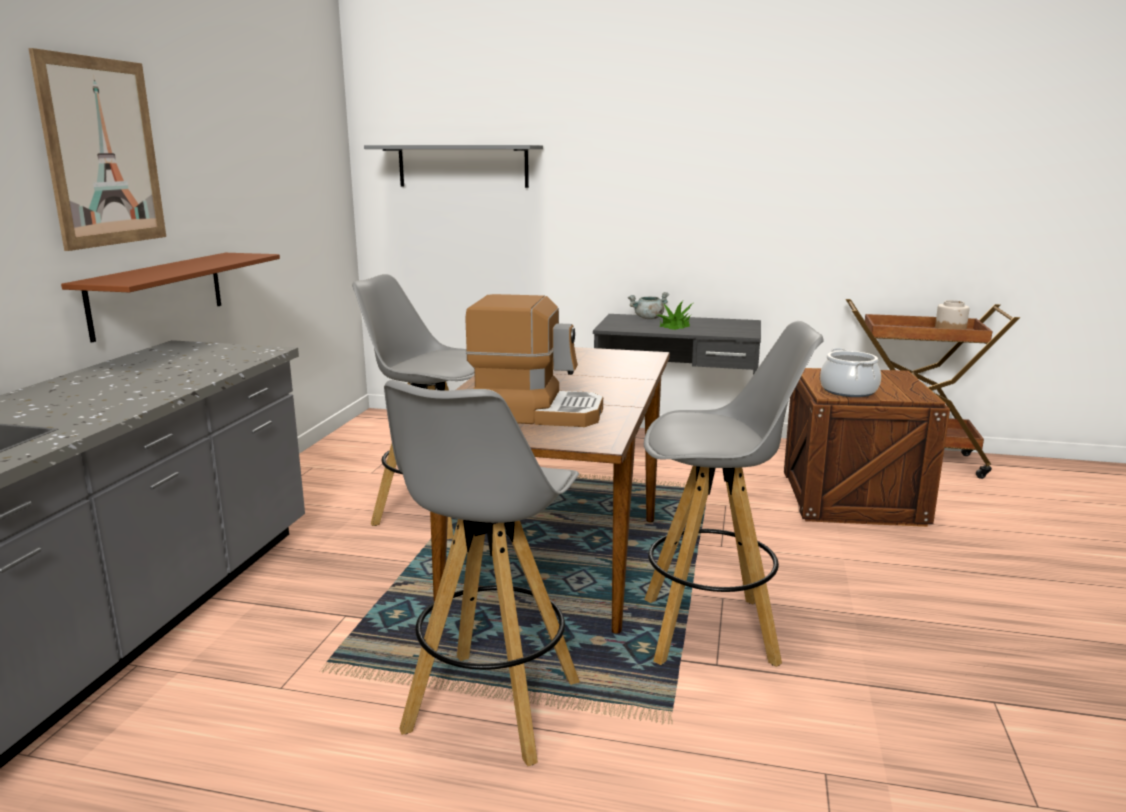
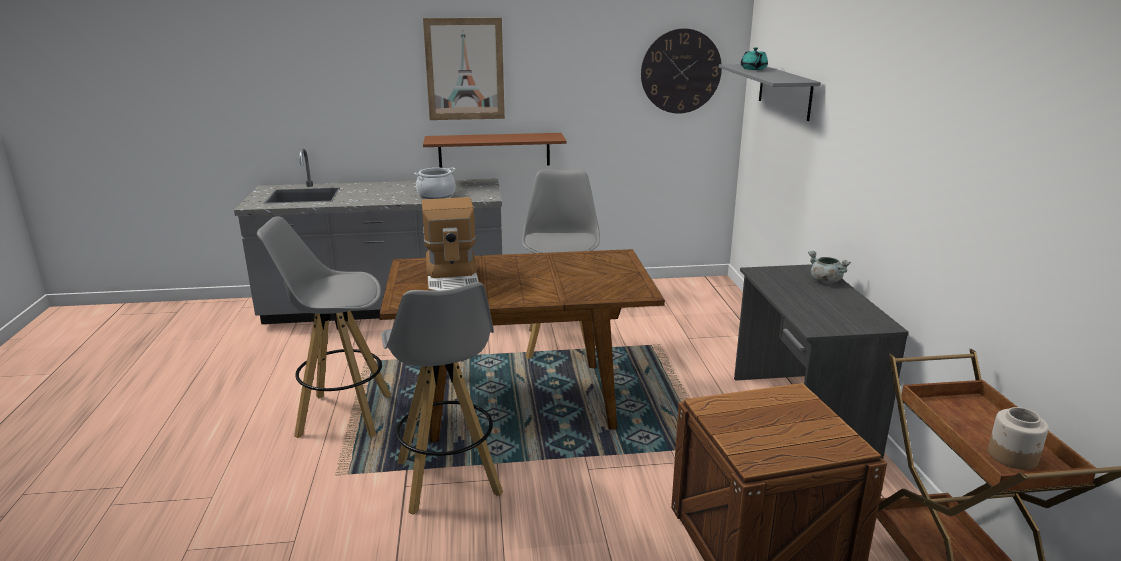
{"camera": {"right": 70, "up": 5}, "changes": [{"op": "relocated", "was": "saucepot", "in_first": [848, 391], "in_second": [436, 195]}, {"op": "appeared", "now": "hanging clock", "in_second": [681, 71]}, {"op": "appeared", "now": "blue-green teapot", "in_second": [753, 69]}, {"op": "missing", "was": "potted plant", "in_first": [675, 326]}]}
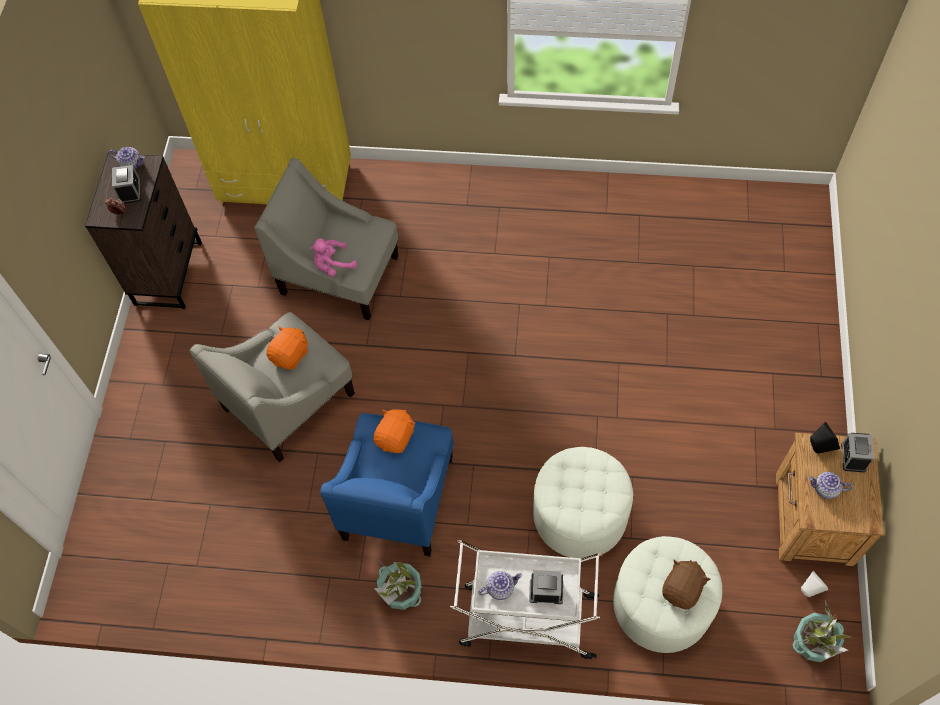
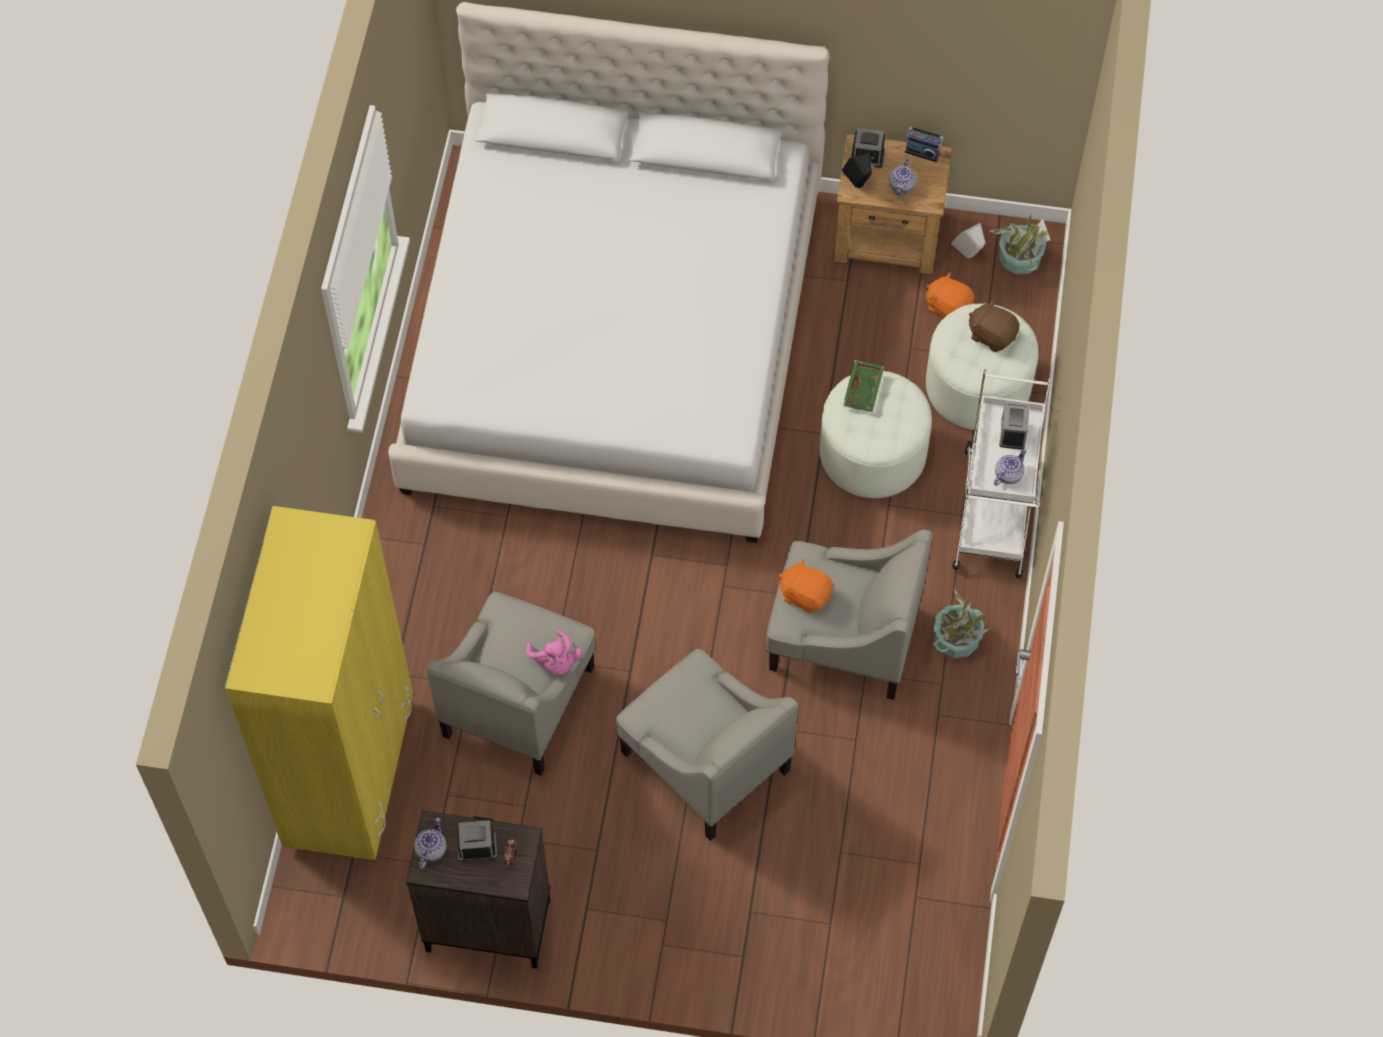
{"camera": {"right": -90, "up": 0}, "changes": [{"op": "appeared", "now": "white bed", "in_second": [613, 340]}, {"op": "colour", "was": "blue-coloured armchair", "now": "gray armchair", "in_first": [398, 497], "in_second": [842, 639]}, {"op": "appeared", "now": "green carrying tray", "in_second": [864, 390]}, {"op": "appeared", "now": "radio set", "in_second": [922, 151]}, {"op": "relocated", "was": "orange cuddly toy", "in_first": [290, 355], "in_second": [948, 307]}, {"op": "spun", "was": "teapot", "in_first": [500, 588], "in_second": [1008, 474], "clockwise": 60}]}
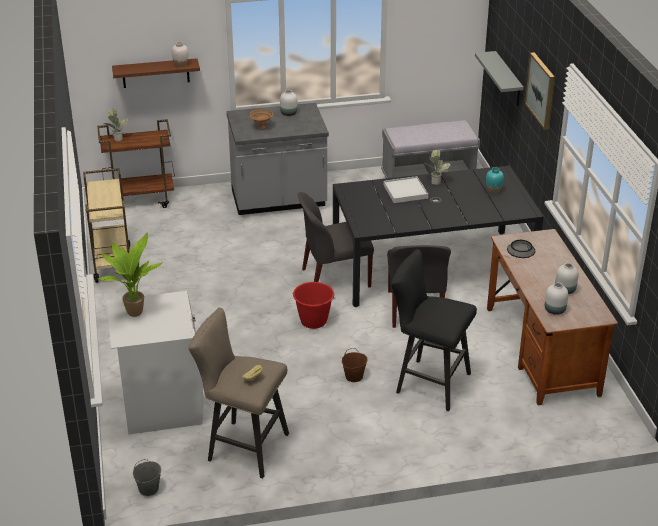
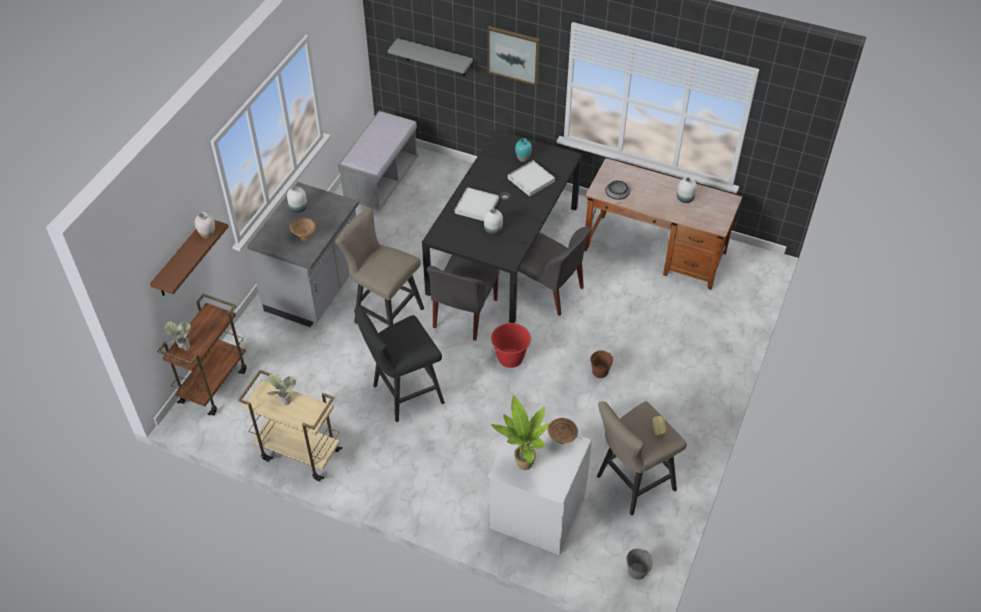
{"camera": {"right": -55, "up": 15}, "changes": [{"op": "relocated", "was": "potted plant", "in_first": [435, 181], "in_second": [283, 399]}, {"op": "appeared", "now": "sand-coloured stool", "in_second": [384, 314]}, {"op": "relocated", "was": "black stool", "in_first": [428, 382], "in_second": [403, 395]}, {"op": "relocated", "was": "white vase", "in_first": [554, 310], "in_second": [493, 230]}, {"op": "appeared", "now": "white carrying tray", "in_second": [531, 180]}, {"op": "appeared", "now": "brownish deep dish", "in_second": [562, 440]}]}
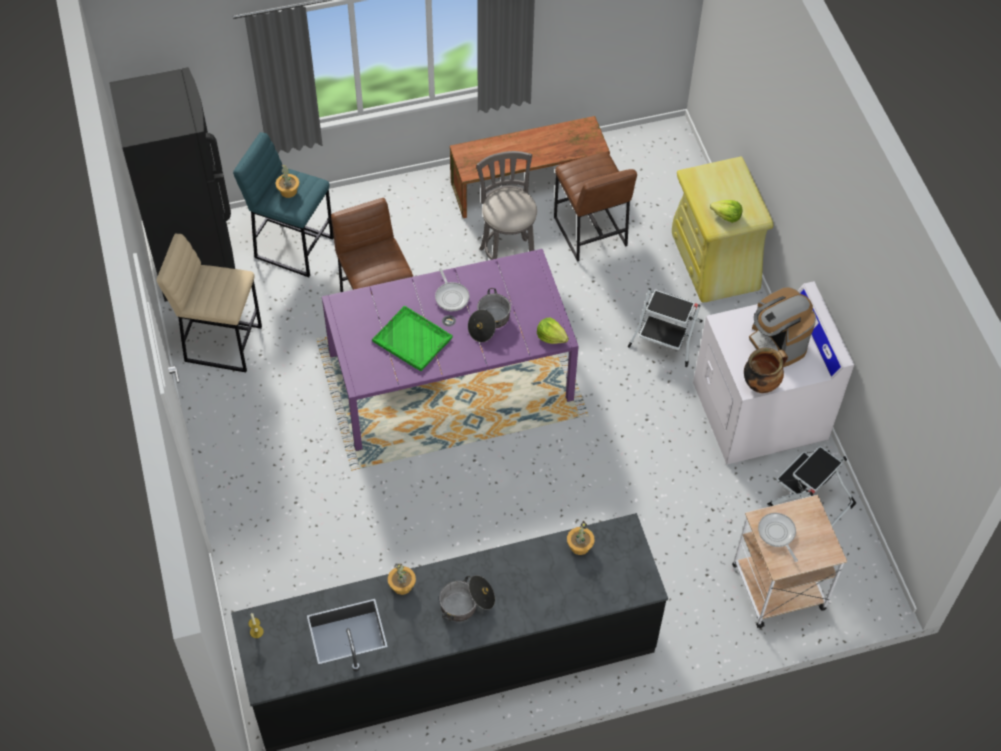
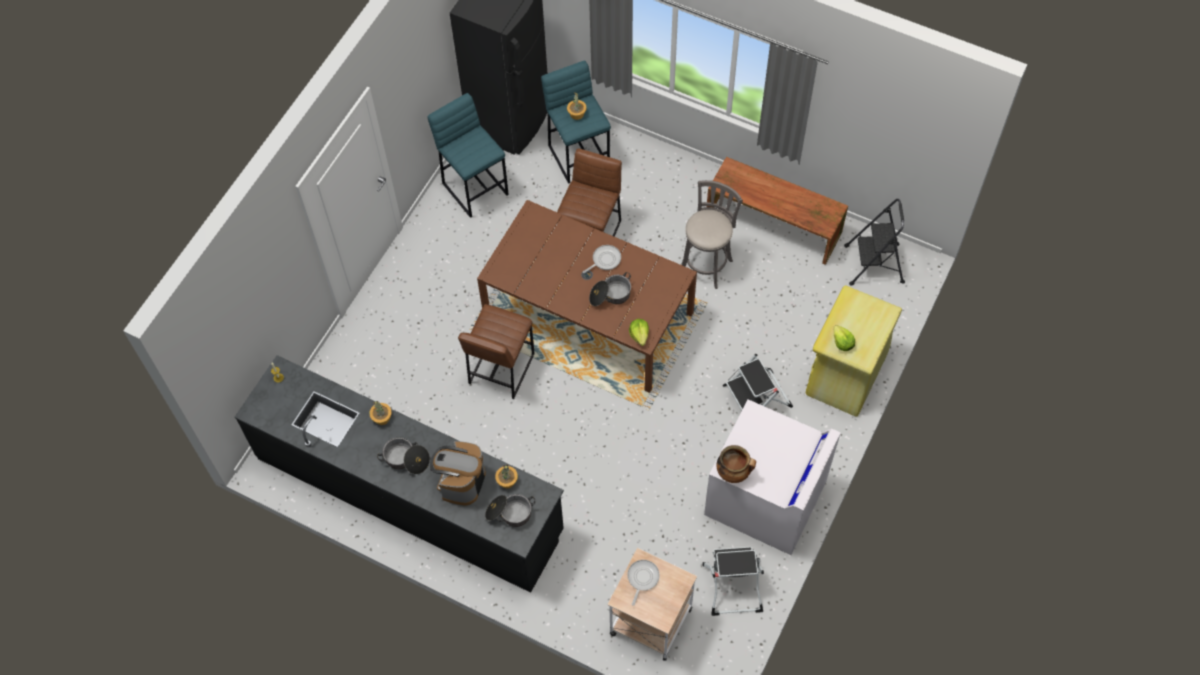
{"camera": {"right": 45, "up": 5}, "changes": [{"op": "colour", "was": "sand-coloured stool", "now": "blue-green stool", "in_first": [221, 343], "in_second": [474, 188]}, {"op": "relocated", "was": "coffee machine", "in_first": [777, 344], "in_second": [461, 482]}, {"op": "relocated", "was": "brownish plain chair", "in_first": [590, 232], "in_second": [501, 369]}, {"op": "colour", "was": "purple dinner table", "now": "brownish dinner table", "in_first": [450, 376], "in_second": [588, 315]}, {"op": "appeared", "now": "saucepot", "in_second": [509, 513]}, {"op": "spun", "was": "frying pan", "in_first": [451, 296], "in_second": [605, 260], "clockwise": -150}, {"op": "appeared", "now": "black step ladder", "in_second": [876, 263]}, {"op": "missing", "was": "green carrying tray", "in_first": [413, 340]}]}
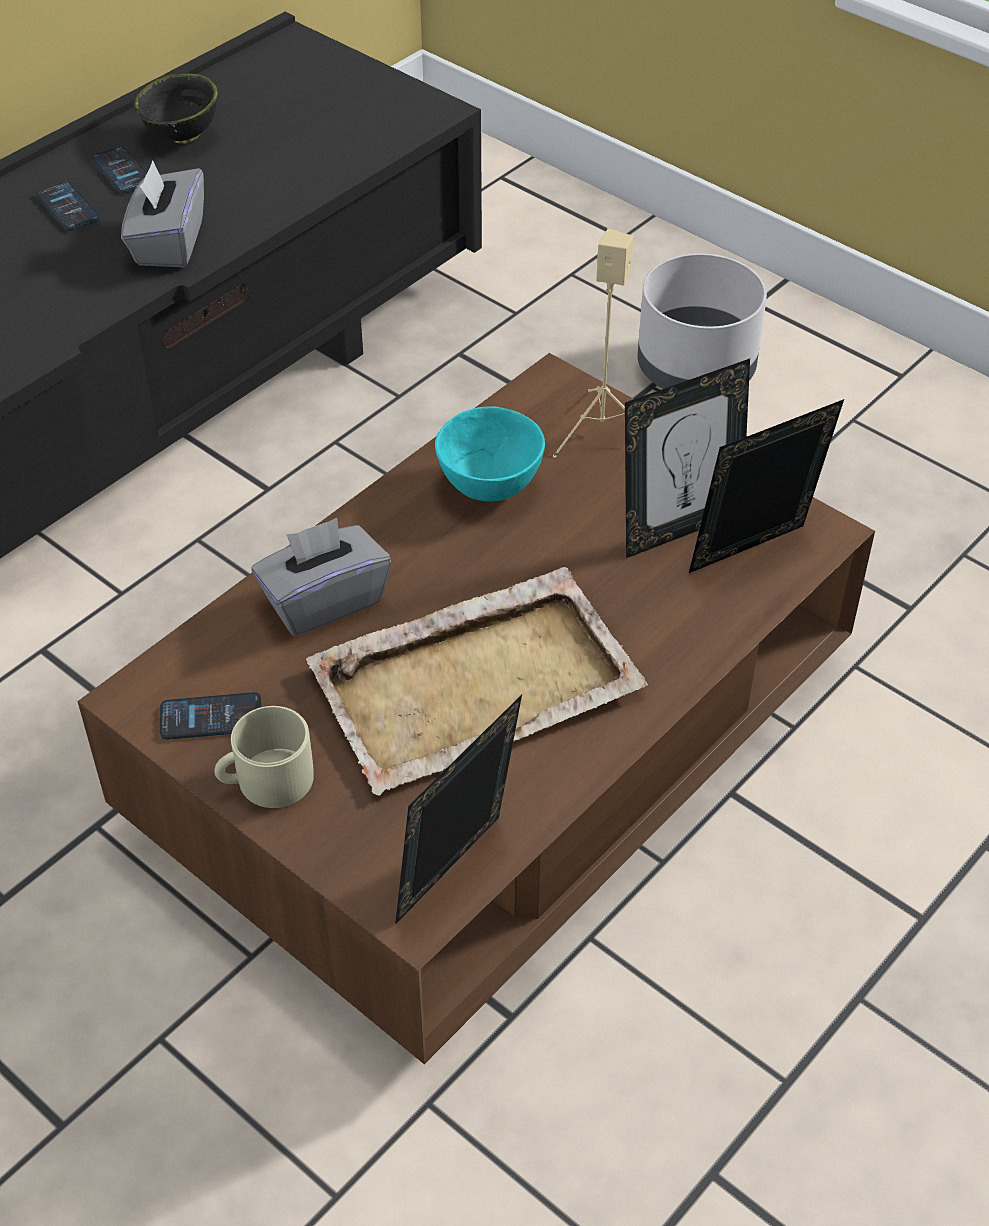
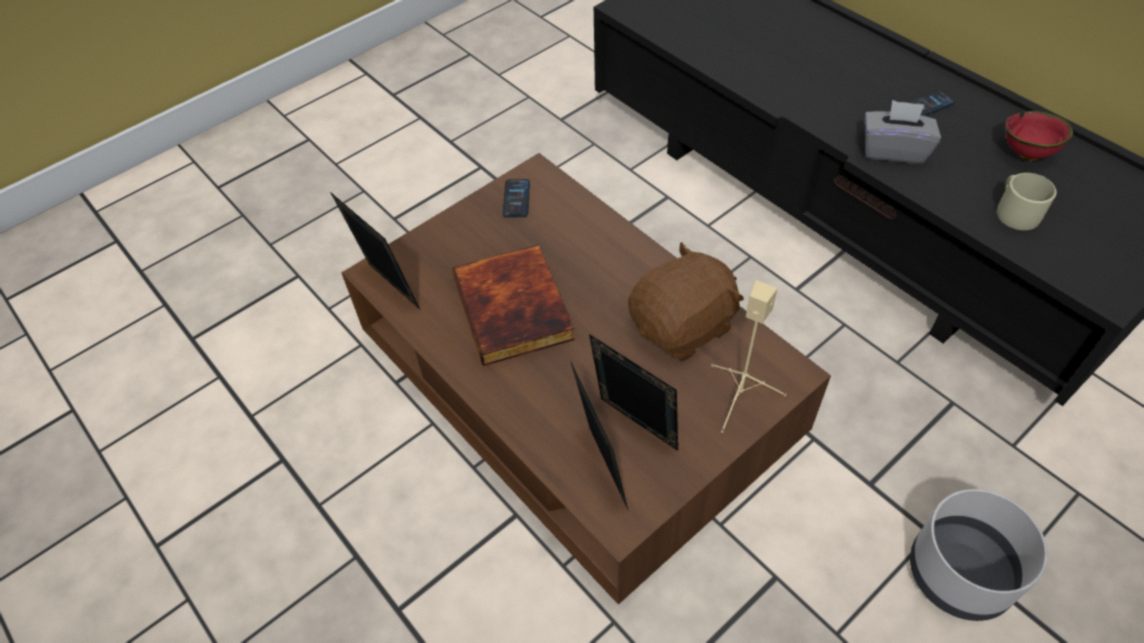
{"camera": {"right": 100, "up": 5}, "changes": [{"op": "exchanged", "was": "sand-coloured carrying tray", "now": "bound book", "in_first": [479, 683], "in_second": [516, 308]}, {"op": "spun", "was": "picture frame", "in_first": [679, 528], "in_second": [634, 429], "clockwise": 150}, {"op": "exchanged", "was": "blue-green deep dish", "now": "brownish cuddly toy", "in_first": [488, 487], "in_second": [683, 326]}, {"op": "relocated", "was": "sand-coloured tea mug", "in_first": [266, 781], "in_second": [1015, 211]}, {"op": "colour", "was": "black deep dish", "now": "red deep dish", "in_first": [183, 138], "in_second": [1026, 154]}, {"op": "missing", "was": "handset", "in_first": [122, 171]}, {"op": "missing", "was": "gray box of tissues", "in_first": [324, 601]}]}
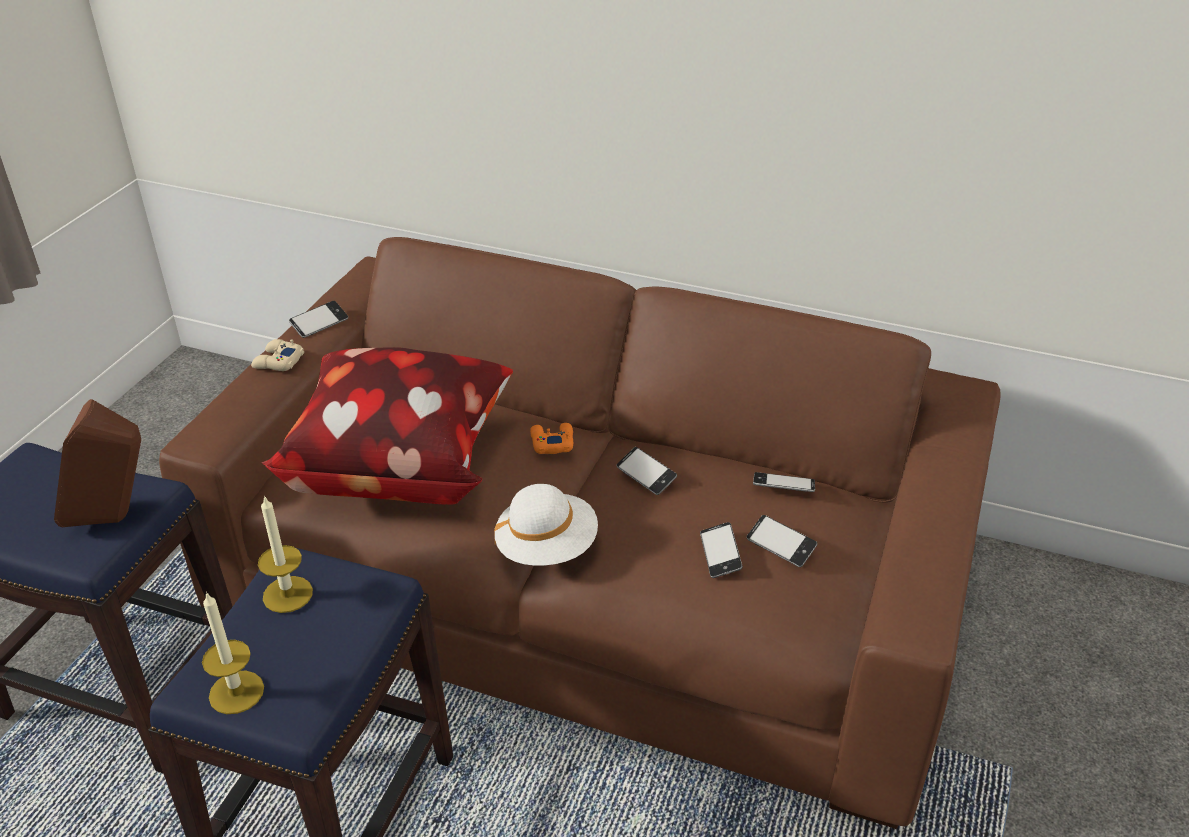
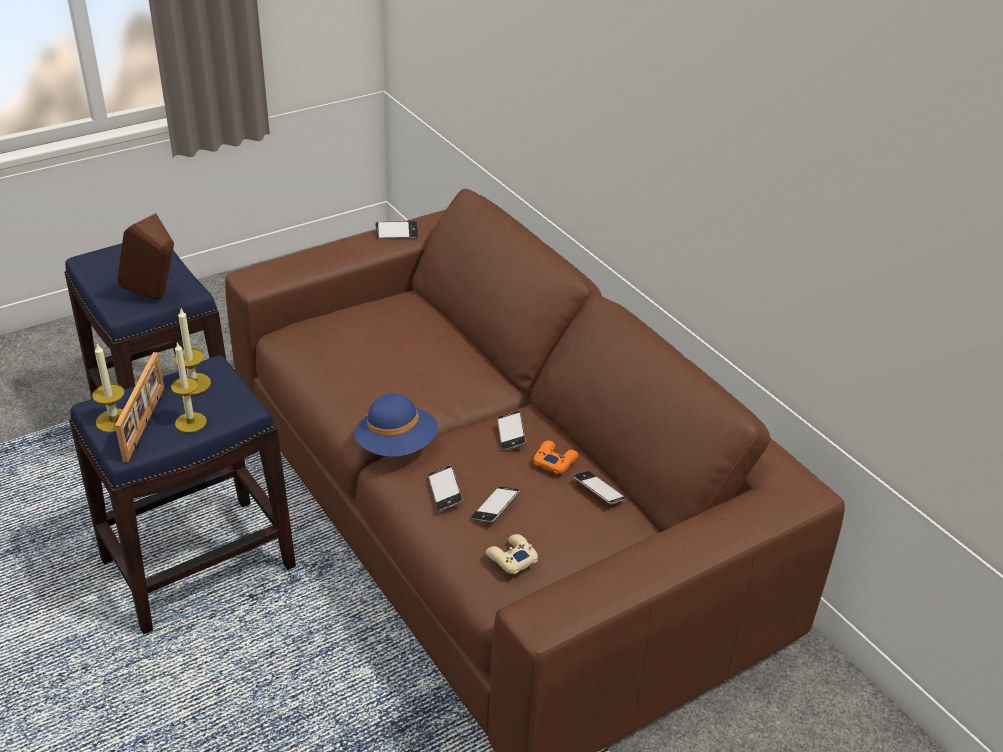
{"camera": {"right": 35, "up": 0}, "changes": [{"op": "appeared", "now": "picture frame", "in_second": [146, 423]}, {"op": "appeared", "now": "wax candle", "in_second": [190, 422]}, {"op": "colour", "was": "white clothing hat", "now": "blue-coloured clothing hat", "in_first": [547, 547], "in_second": [397, 446]}, {"op": "relocated", "was": "handset", "in_first": [780, 545], "in_second": [445, 491]}, {"op": "relocated", "was": "sand-coloured gamepad", "in_first": [278, 362], "in_second": [511, 558]}, {"op": "relocated", "was": "orange gamepad", "in_first": [552, 442], "in_second": [554, 461]}, {"op": "missing", "was": "pillow", "in_first": [399, 464]}]}
